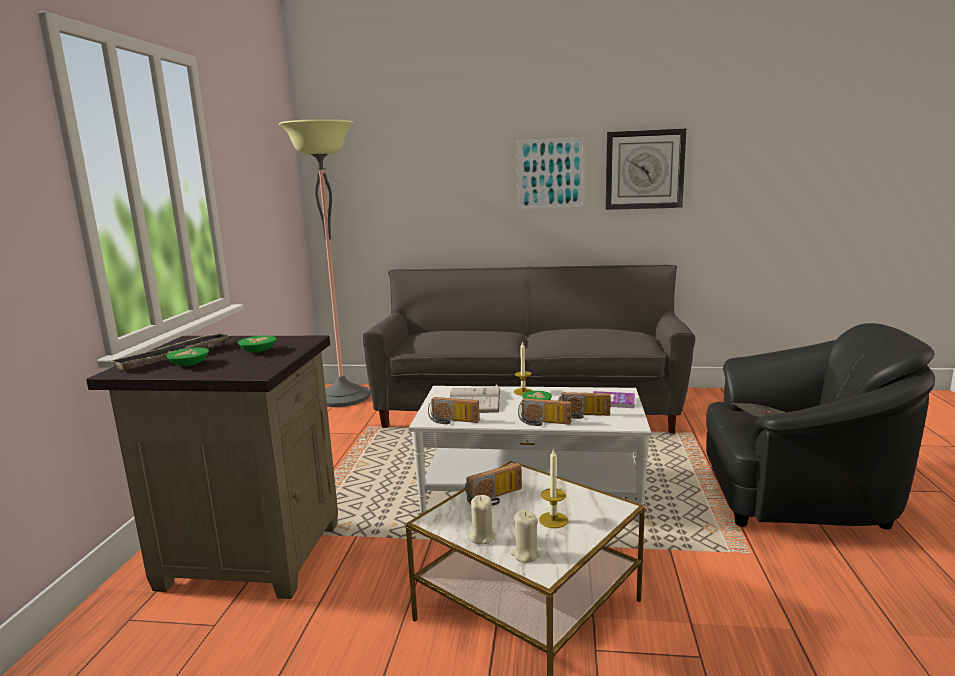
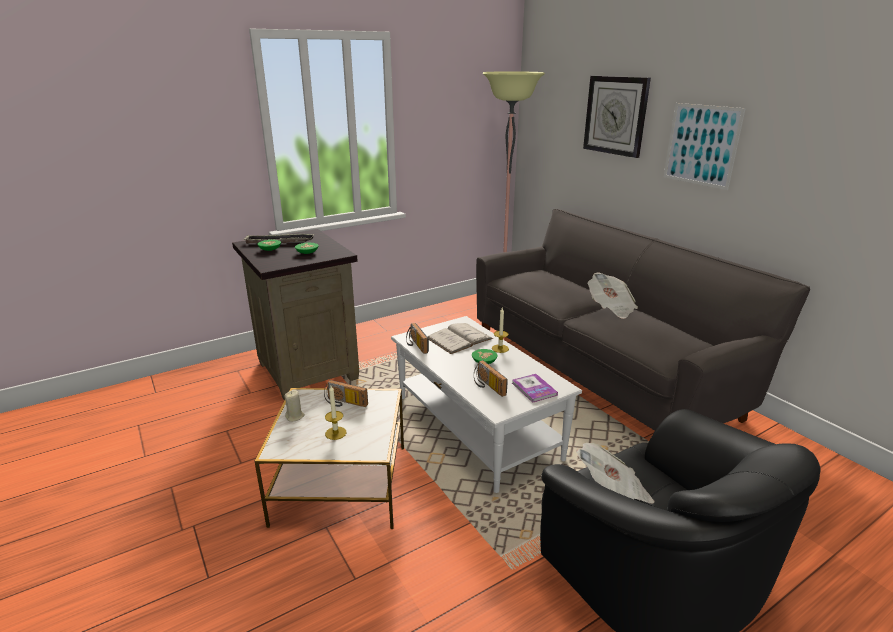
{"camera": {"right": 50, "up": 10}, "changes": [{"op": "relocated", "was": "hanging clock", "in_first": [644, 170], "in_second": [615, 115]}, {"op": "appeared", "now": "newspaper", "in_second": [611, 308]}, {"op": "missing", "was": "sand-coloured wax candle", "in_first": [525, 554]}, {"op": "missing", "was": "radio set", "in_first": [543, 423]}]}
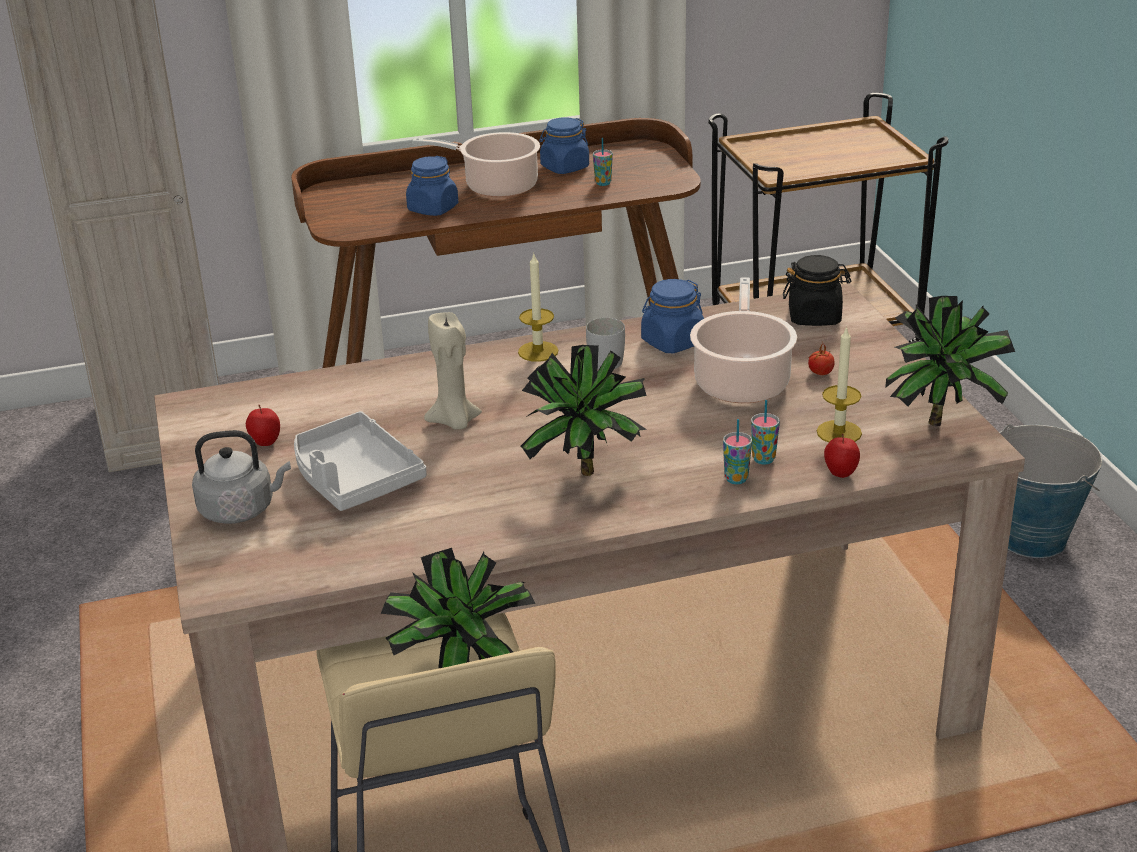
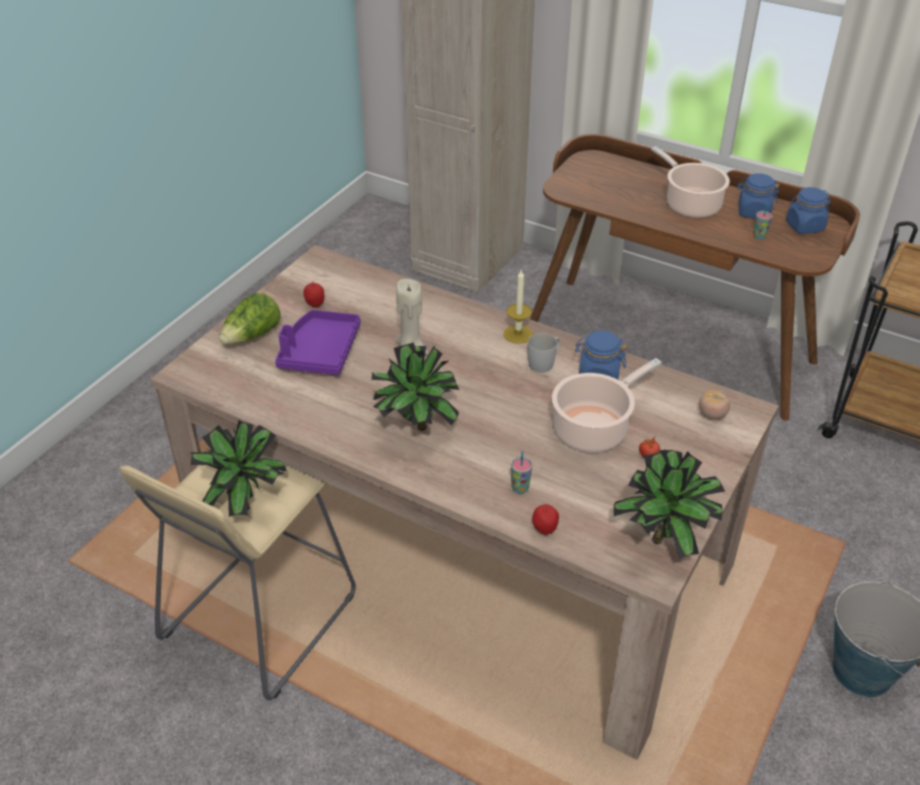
{"camera": {"right": 45, "up": 10}, "changes": [{"op": "exchanged", "was": "gray water kettle", "now": "lettuce head", "in_first": [241, 509], "in_second": [252, 336]}, {"op": "colour", "was": "gray carrying tray", "now": "purple carrying tray", "in_first": [354, 478], "in_second": [319, 352]}, {"op": "exchanged", "was": "black preserve jar", "now": "whole tomato", "in_first": [815, 317], "in_second": [712, 415]}, {"op": "relocated", "was": "blue-coloured preserve jar", "in_first": [433, 209], "in_second": [804, 226]}, {"op": "missing", "was": "drinking cup", "in_first": [736, 479]}, {"op": "missing", "was": "wax candle", "in_first": [839, 432]}]}
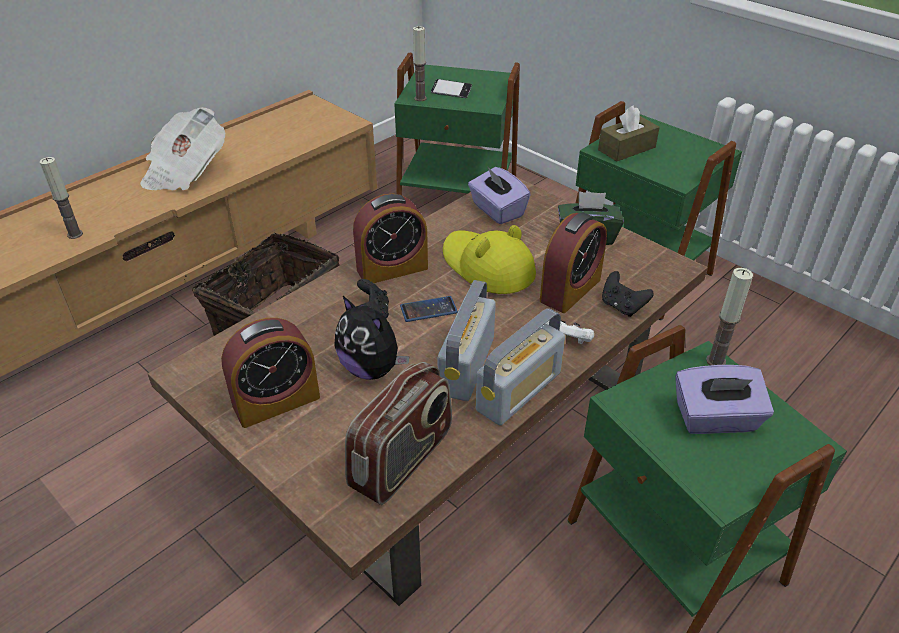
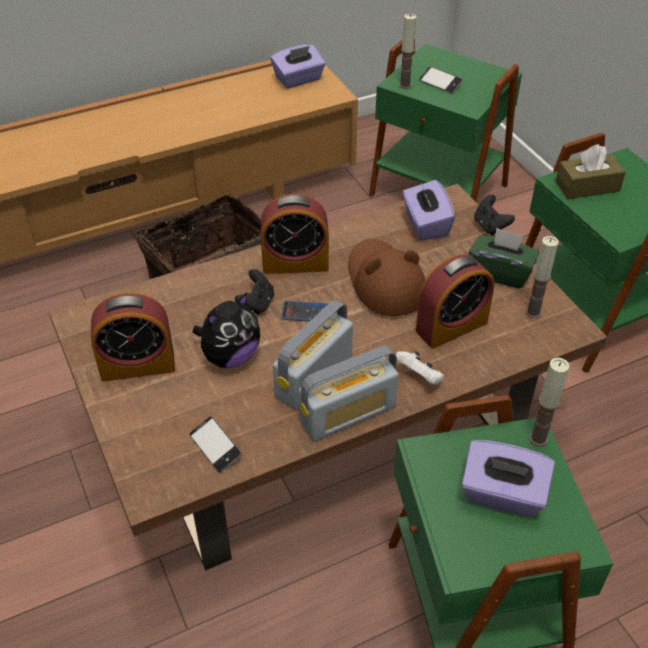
{"camera": {"right": 20, "up": 5}, "changes": [{"op": "exchanged", "was": "radio set", "now": "handset", "in_first": [402, 460], "in_second": [215, 447]}, {"op": "spun", "was": "cuddly toy", "in_first": [372, 368], "in_second": [230, 356], "clockwise": -105}, {"op": "appeared", "now": "purple box of tissues", "in_second": [298, 79]}, {"op": "colour", "was": "yellow-coloured clothing hat", "now": "brownish clothing hat", "in_first": [487, 266], "in_second": [384, 282]}, {"op": "relocated", "was": "black gamepad", "in_first": [622, 306], "in_second": [490, 226]}, {"op": "relocated", "was": "wax candle", "in_first": [75, 234], "in_second": [533, 312]}, {"op": "missing", "was": "newspaper", "in_first": [185, 172]}]}
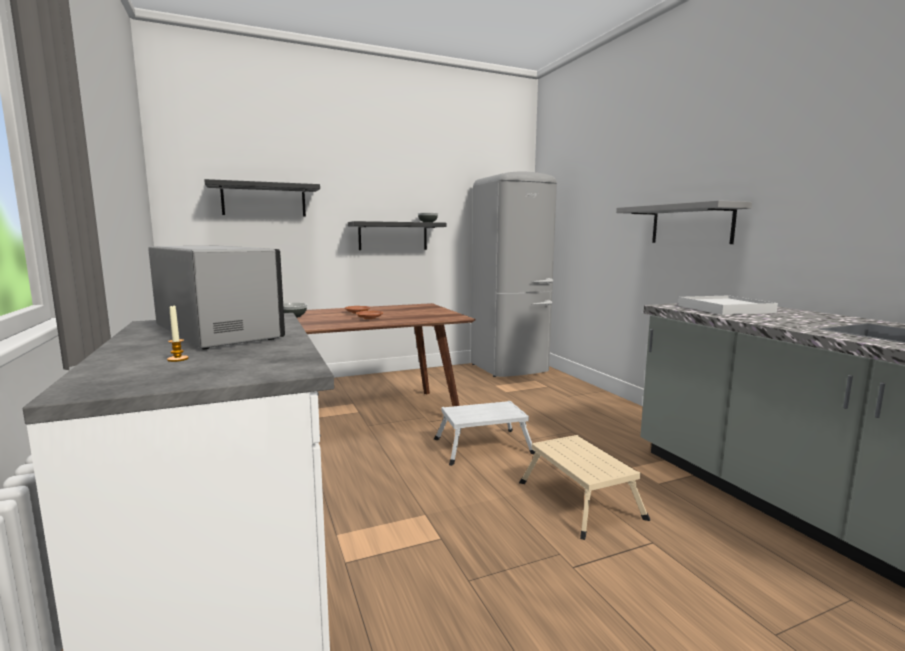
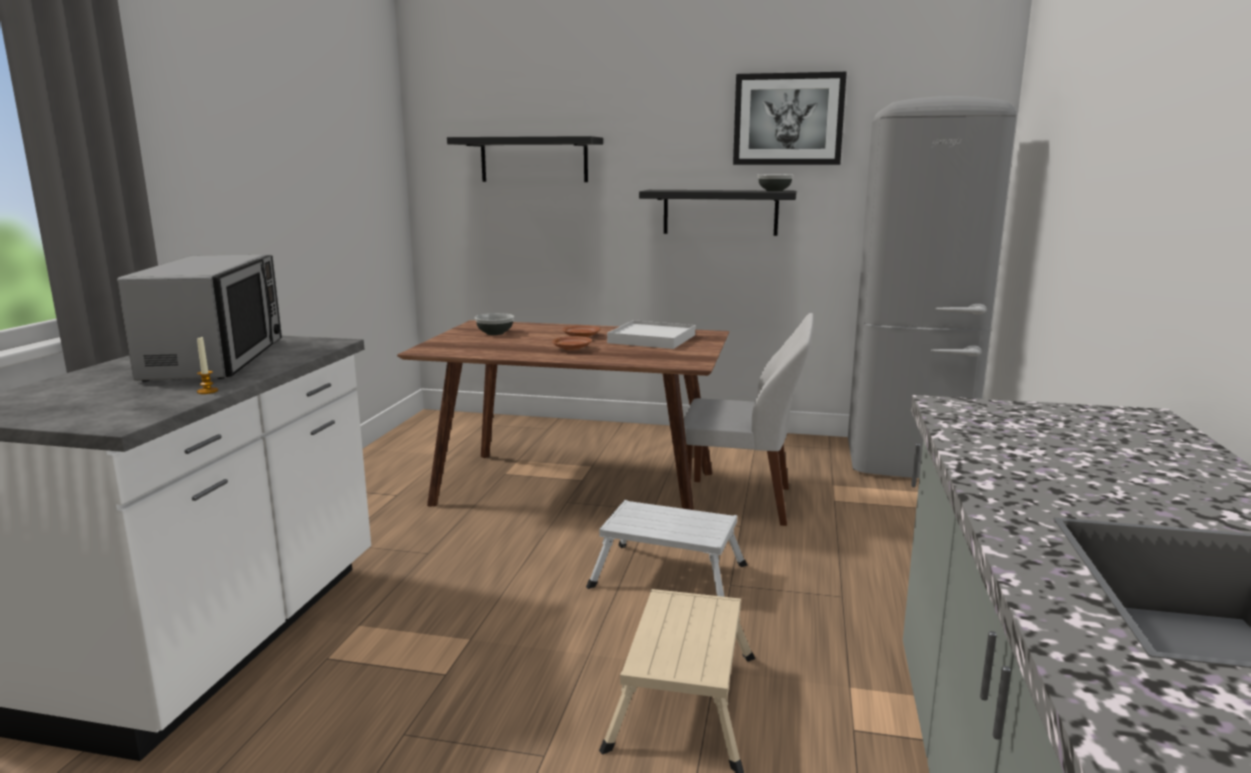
{"camera": {"right": 35, "up": 5}, "changes": [{"op": "relocated", "was": "wax candle", "in_first": [177, 359], "in_second": [207, 391]}, {"op": "relocated", "was": "white carrying tray", "in_first": [724, 309], "in_second": [652, 339]}, {"op": "appeared", "now": "white plain chair", "in_second": [742, 502]}, {"op": "appeared", "now": "wall picture", "in_second": [788, 119]}, {"op": "missing", "was": "gray shelf", "in_first": [691, 224]}]}
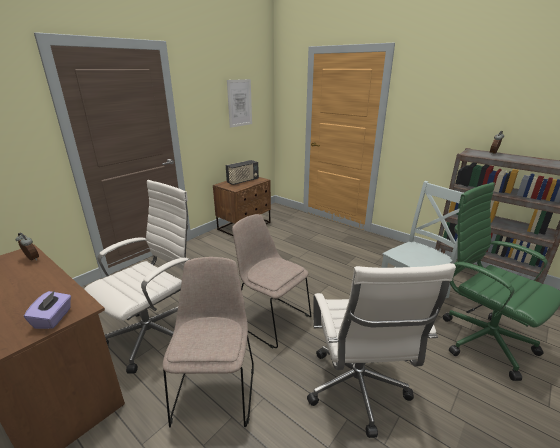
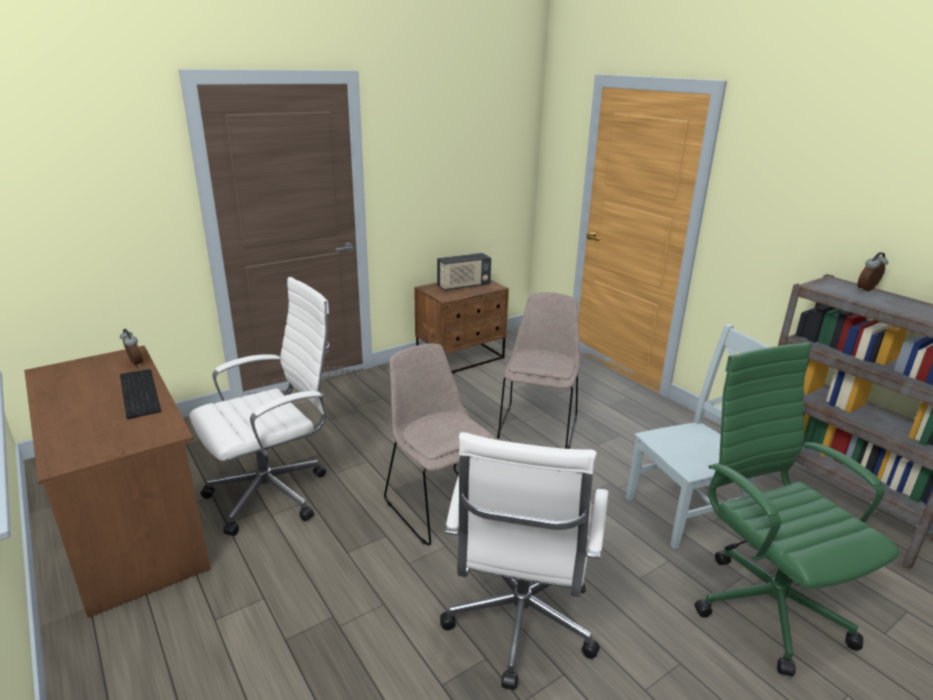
{"camera": {"right": 15, "up": 0}, "changes": [{"op": "appeared", "now": "PC keyboard", "in_second": [137, 393]}, {"op": "relocated", "was": "sand-coloured plain chair", "in_first": [215, 390], "in_second": [538, 425]}, {"op": "missing", "was": "purple box of tissues", "in_first": [53, 318]}, {"op": "missing", "was": "wall picture", "in_first": [239, 103]}]}
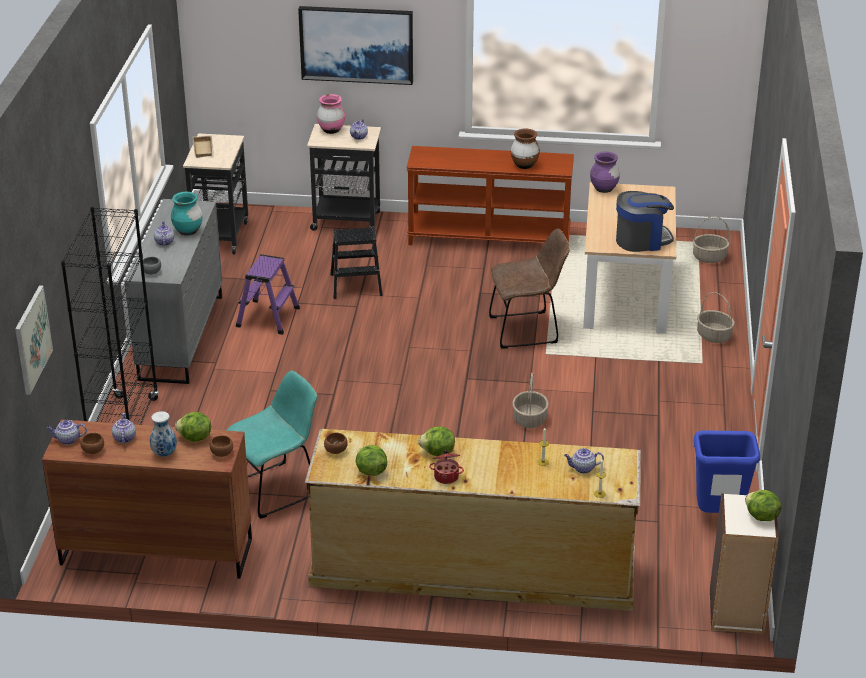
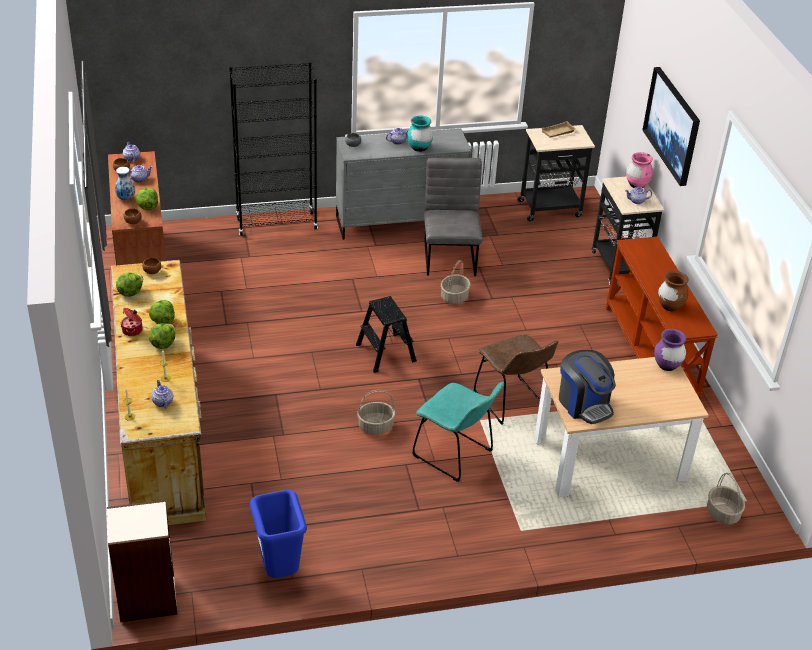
{"camera": {"right": 70, "up": 5}, "changes": [{"op": "relocated", "was": "lettuce head", "in_first": [761, 517], "in_second": [163, 344]}, {"op": "relocated", "was": "black step ladder", "in_first": [356, 284], "in_second": [386, 353]}, {"op": "relocated", "was": "blue-green plain chair", "in_first": [277, 488], "in_second": [456, 455]}, {"op": "exchanged", "was": "purple step ladder", "now": "gray plain chair", "in_first": [268, 317], "in_second": [450, 256]}, {"op": "relocated", "was": "household basket", "in_first": [713, 336], "in_second": [454, 297]}, {"op": "missing", "was": "wall picture", "in_first": [32, 339]}]}
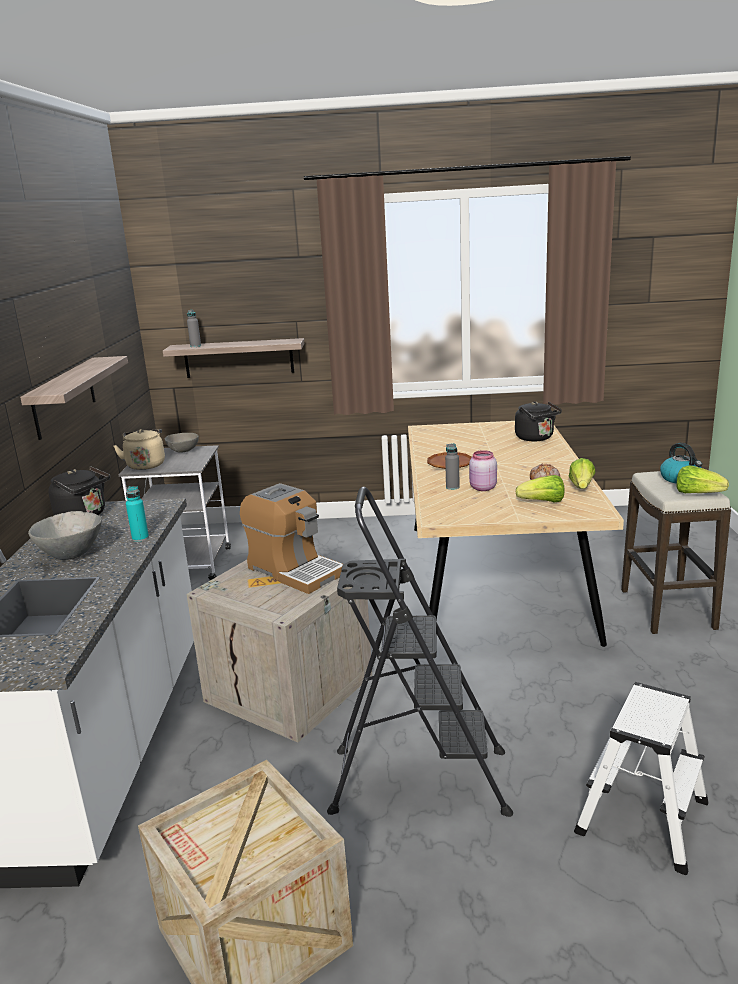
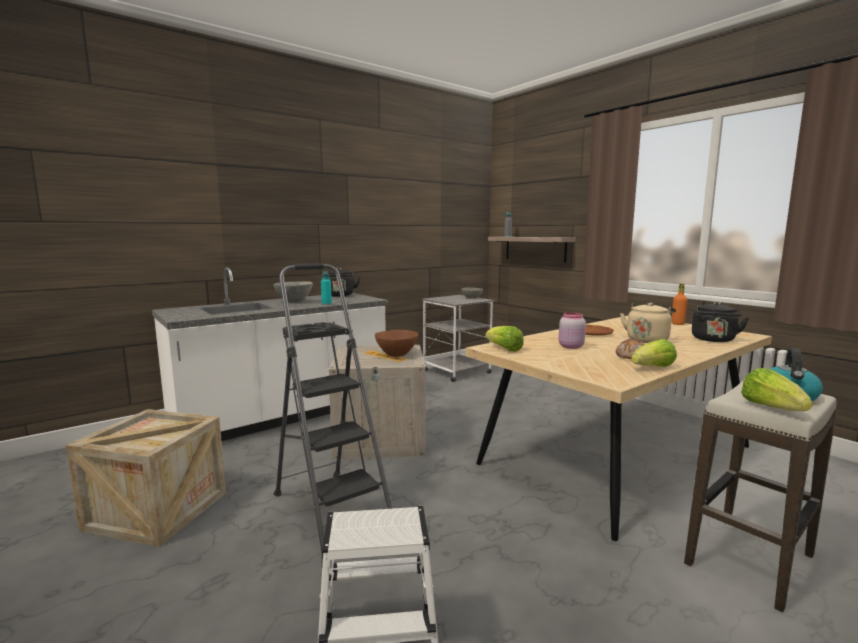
{"camera": {"right": 50, "up": -10}, "changes": [{"op": "exchanged", "was": "coffee machine", "now": "brownish deep dish", "in_first": [294, 570], "in_second": [397, 355]}, {"op": "relocated", "was": "lettuce head", "in_first": [542, 502], "in_second": [504, 349]}, {"op": "relocated", "was": "sand-coloured water kettle", "in_first": [145, 465], "in_second": [647, 340]}, {"op": "appeared", "now": "orange bottle", "in_second": [677, 324]}, {"op": "missing", "was": "shelf", "in_first": [64, 397]}, {"op": "missing", "was": "gray bottle", "in_first": [452, 487]}]}
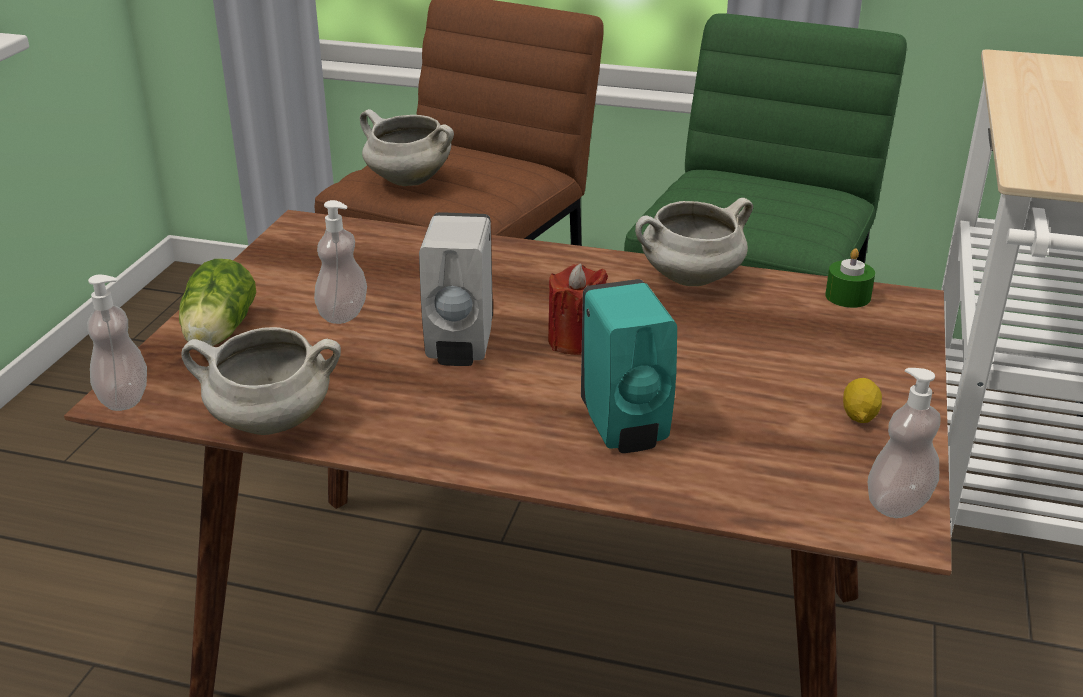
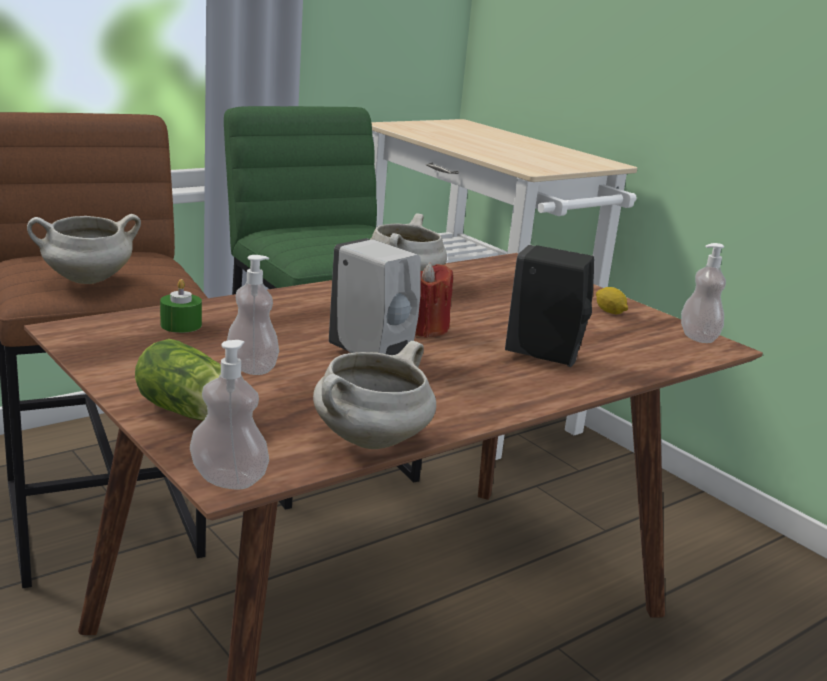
{"camera": {"right": -55, "up": -10}, "changes": [{"op": "relocated", "was": "green wax candle", "in_first": [848, 296], "in_second": [181, 325]}, {"op": "colour", "was": "blue-green liquid soap bottle", "now": "black liquid soap bottle", "in_first": [625, 429], "in_second": [546, 357]}]}
